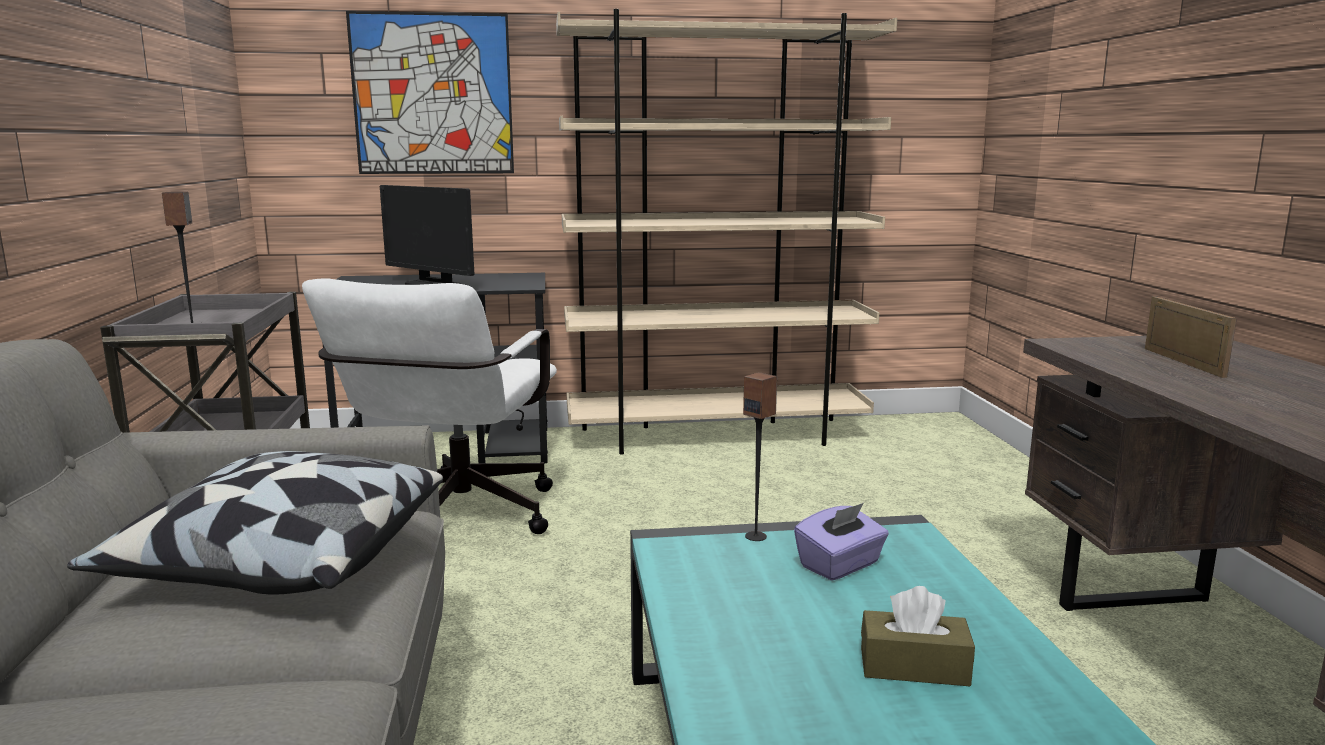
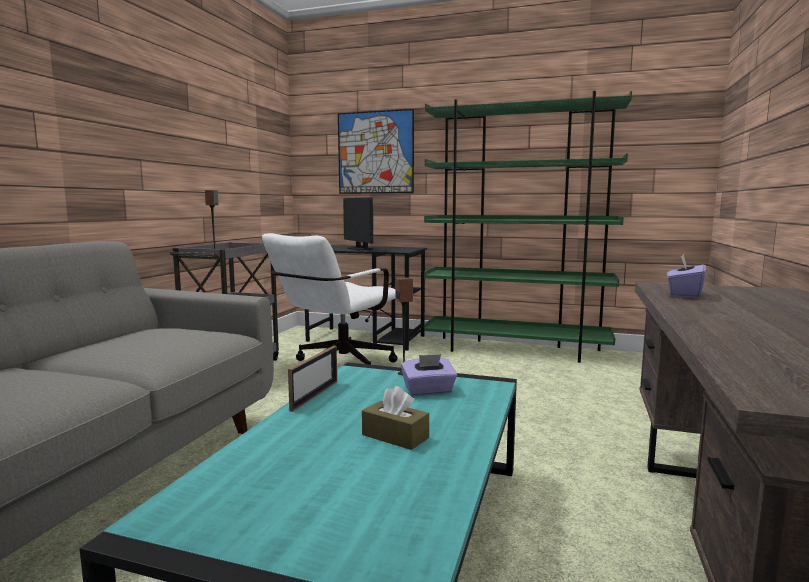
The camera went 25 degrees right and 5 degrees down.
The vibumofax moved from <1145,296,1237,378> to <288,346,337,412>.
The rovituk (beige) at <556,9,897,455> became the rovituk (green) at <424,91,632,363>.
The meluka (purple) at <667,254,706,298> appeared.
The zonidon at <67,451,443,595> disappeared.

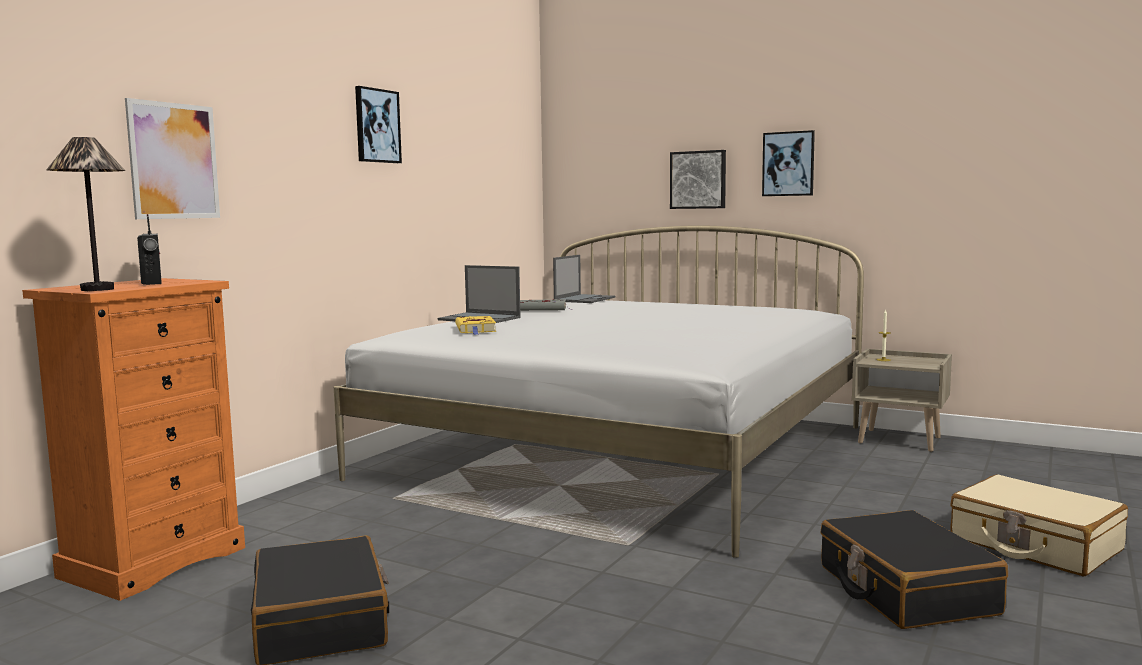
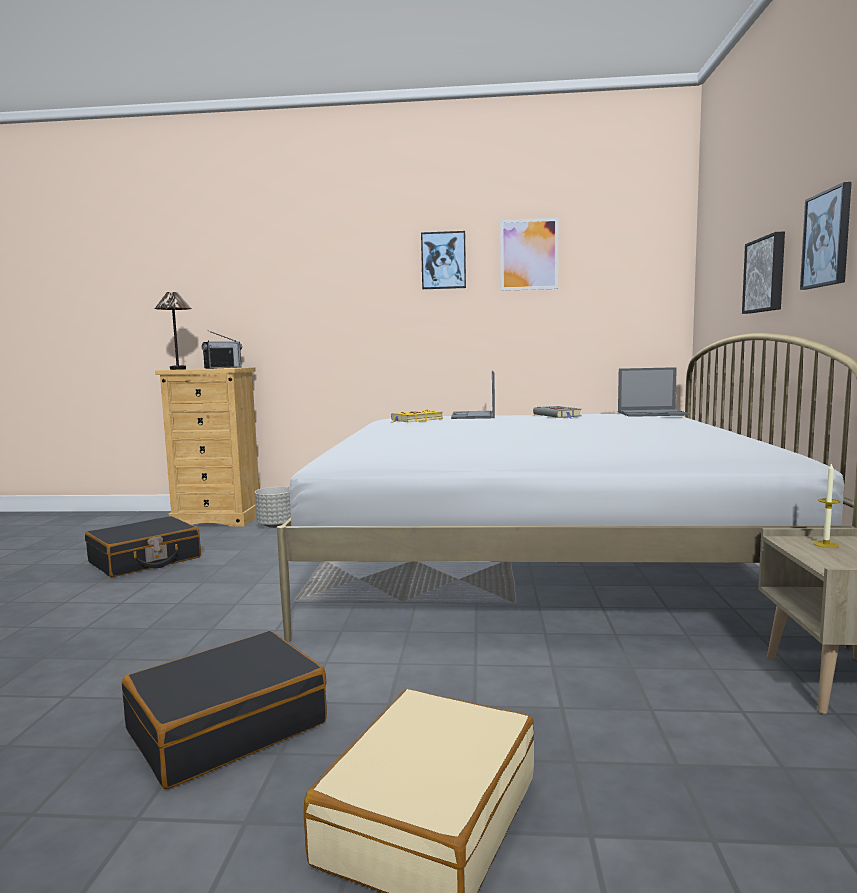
The camera went 65 degrees right and 0 degrees up.
The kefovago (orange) at <22,278,245,601> became the kefovago (beige) at <155,367,259,527>.
The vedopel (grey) at <255,487,291,528> appeared.
The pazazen moved from <125,98,220,219> to <500,218,559,291>.

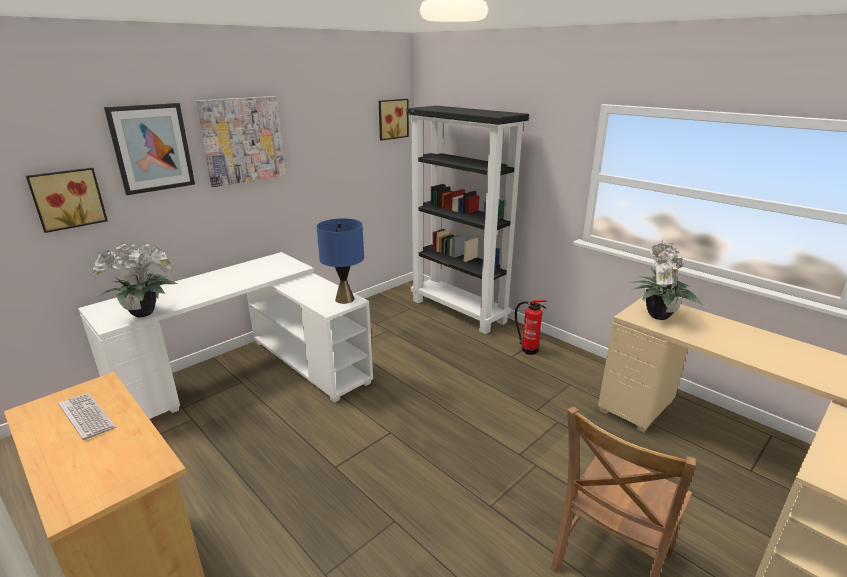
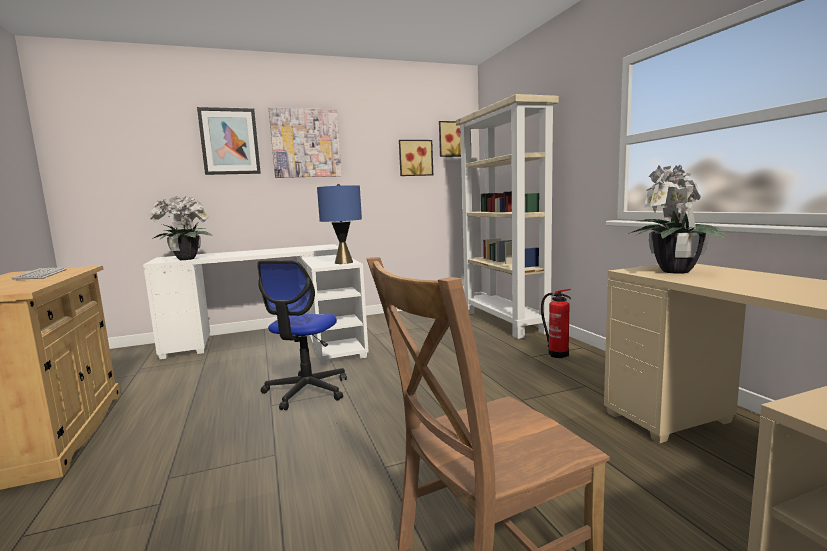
The camera went 25 degrees right and 15 degrees down.
The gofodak at <257,261,347,410> appeared.
The pazazen moved from <26,168,108,233> to <399,140,433,176>.
The rovituk (black) at <407,106,529,334> became the rovituk (beige) at <456,94,559,339>.

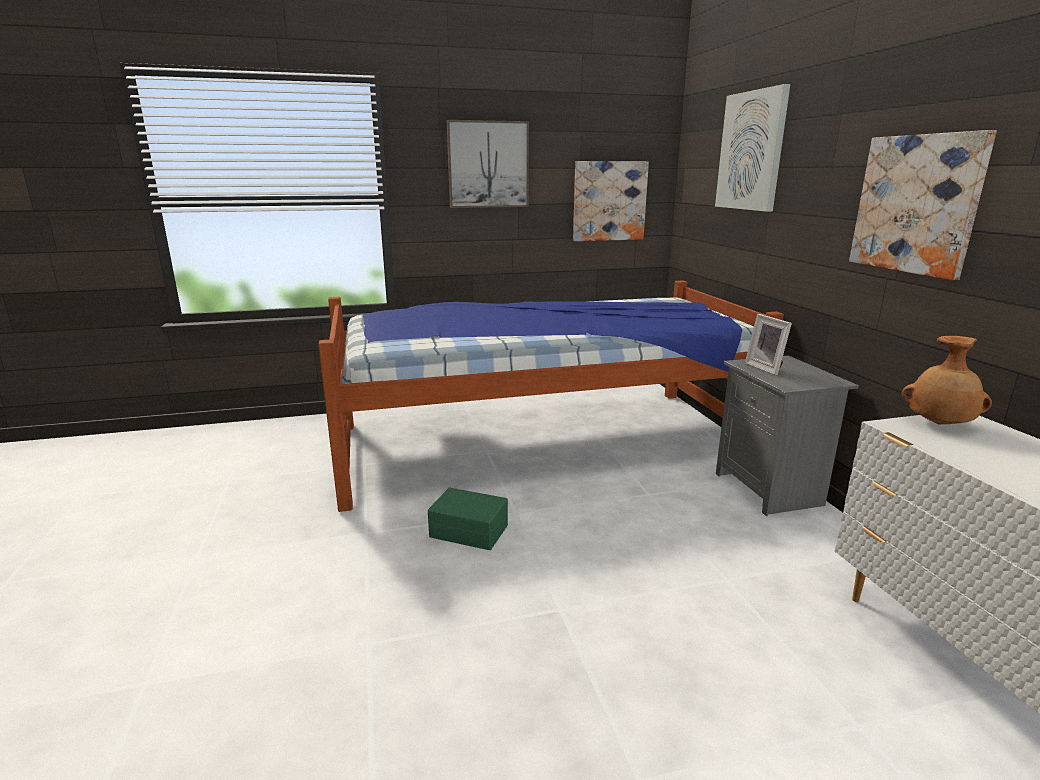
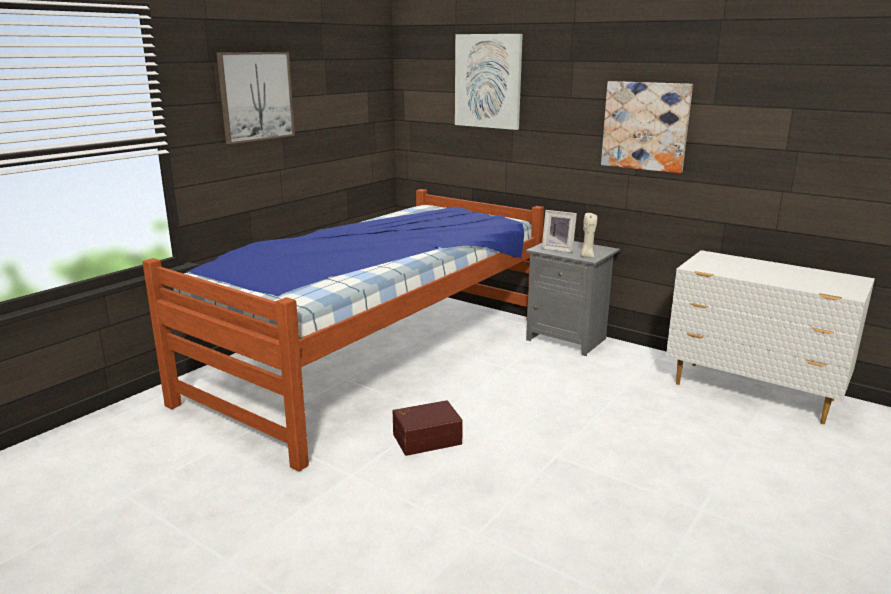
The camera went 40 degrees left and 0 degrees up.
The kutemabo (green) at <428,488,508,550> became the kutemabo (brown) at <393,400,463,456>.
The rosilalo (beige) at <580,213,597,258> appeared.
The pazazen at <573,161,649,241> disappeared.
The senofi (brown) at <902,336,992,424> disappeared.

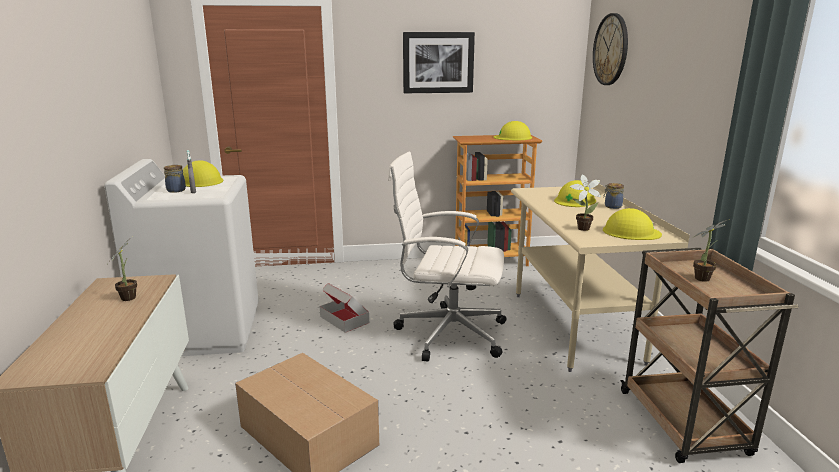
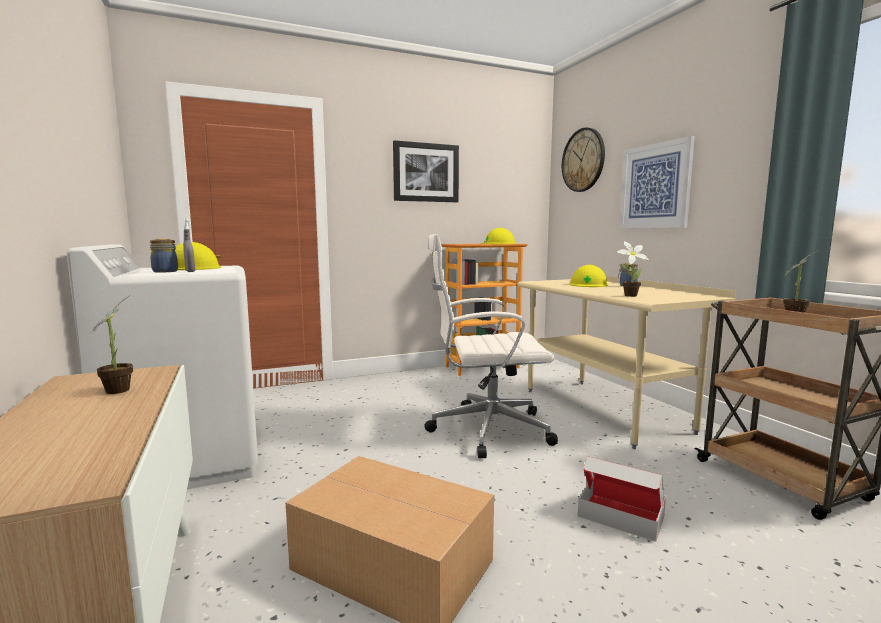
The camera went 15 degrees left and 10 degrees down.
The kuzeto moved from <320,283,369,333> to <578,456,666,542>.
The pazazen at <620,136,695,229> appeared.
The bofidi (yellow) at <603,208,662,240> disappeared.

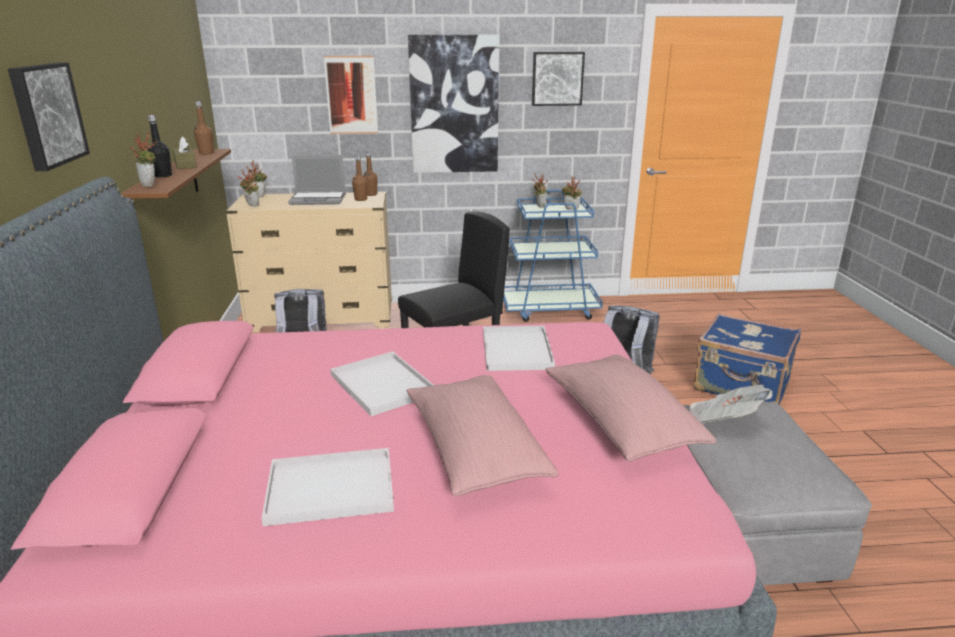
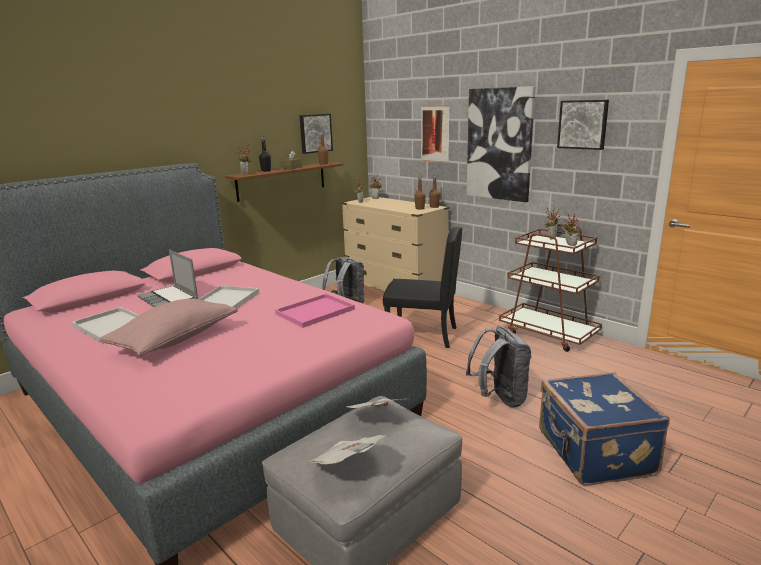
The camera went 50 degrees right and 5 degrees down.
The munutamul moved from <288,155,346,205> to <138,250,199,307>.
The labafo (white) at <483,326,555,371> became the labafo (pink) at <275,294,355,328>.
The pazazen moved from <8,62,90,171> to <299,114,333,154>.
The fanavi at <311,435,386,464> appeared.
The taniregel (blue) at <503,189,603,322> became the taniregel (brown) at <499,224,602,352>.
The zonidon (pink) at <546,355,716,461> disappeared.

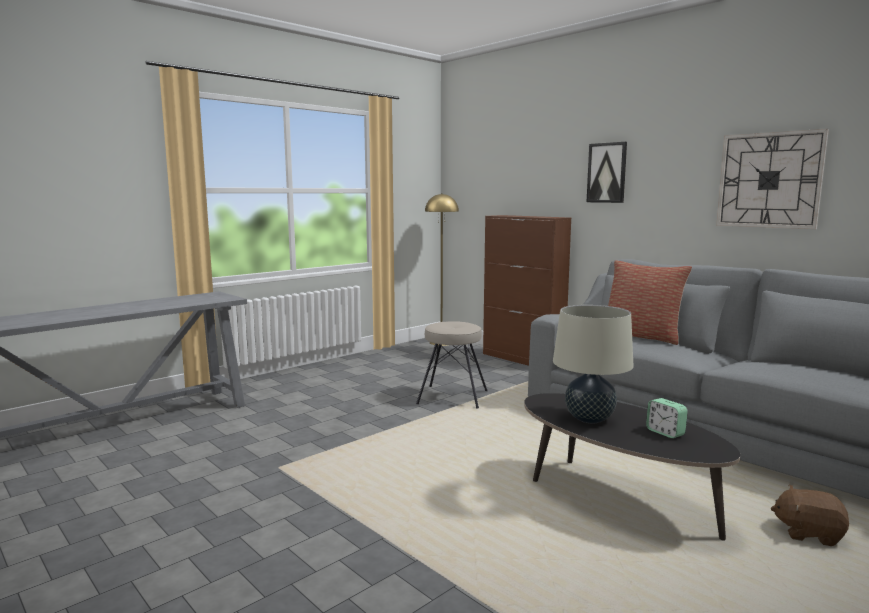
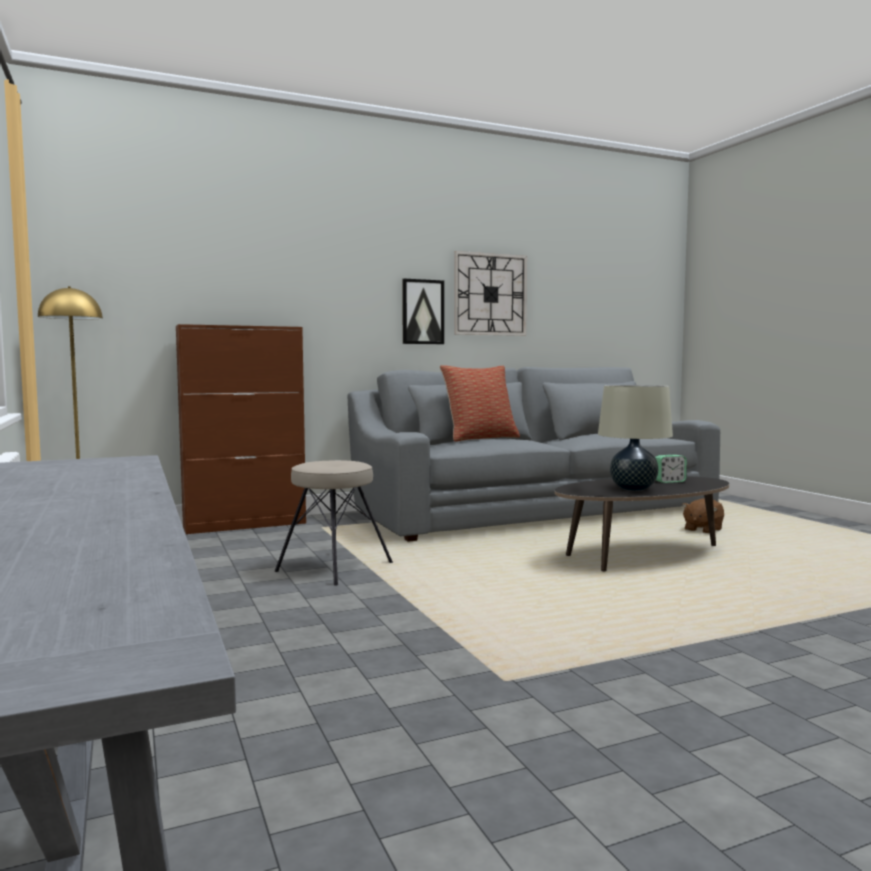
The camera went 70 degrees left and 5 degrees down.
The pazazen moved from <587,142,627,203> to <402,279,444,344>.

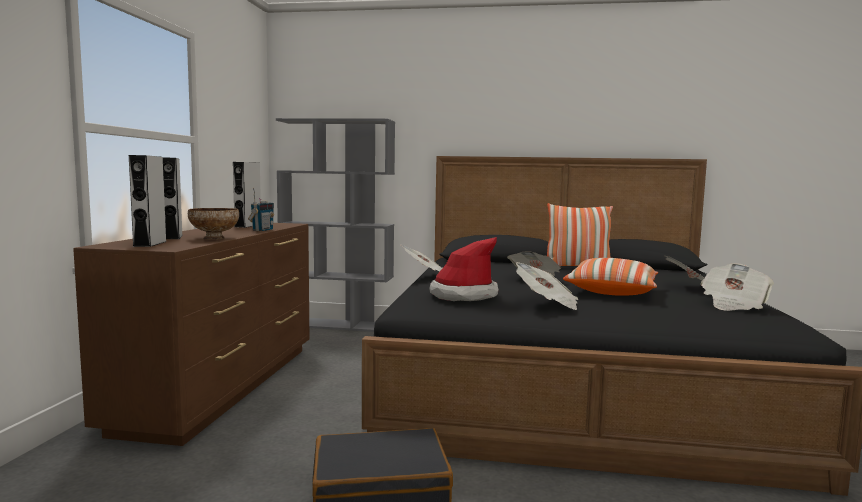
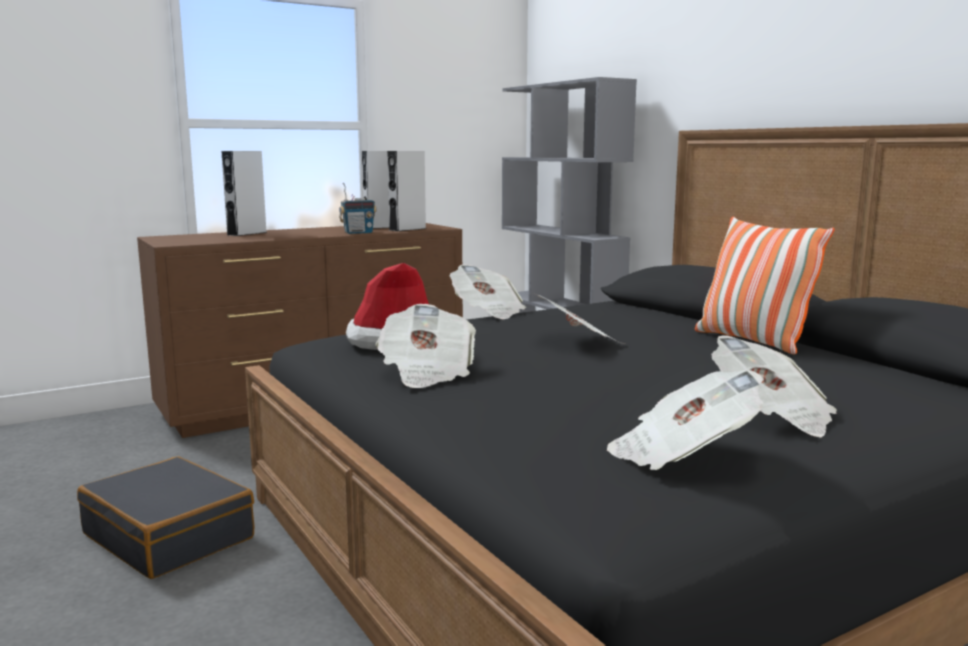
The camera went 50 degrees right and 5 degrees up.
The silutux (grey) moved from <129,155,166,247> to <387,151,426,231>.
The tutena at <188,208,239,240> disappeared.
The zonidon at <563,258,658,296> disappeared.

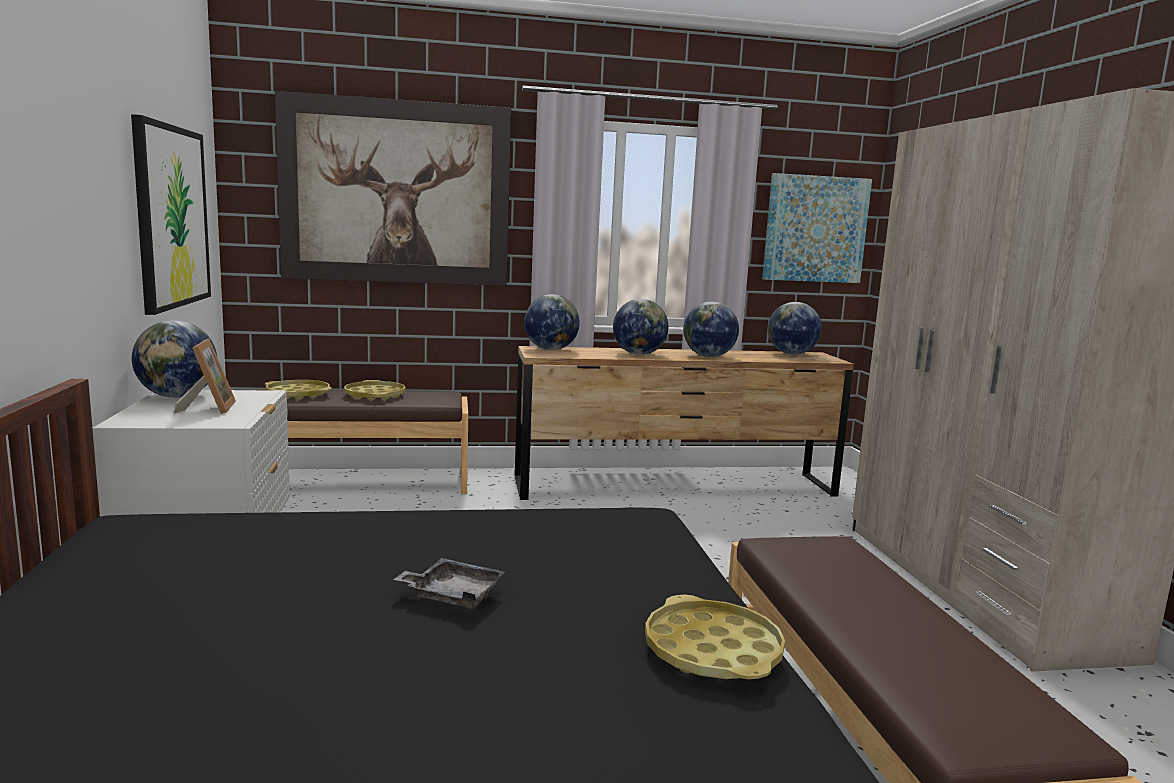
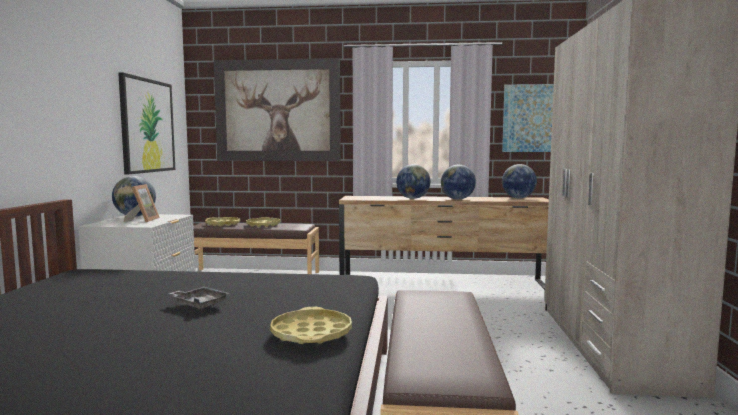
The camera went 15 degrees right and 5 degrees down.
The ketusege at <524,294,580,350> disappeared.

